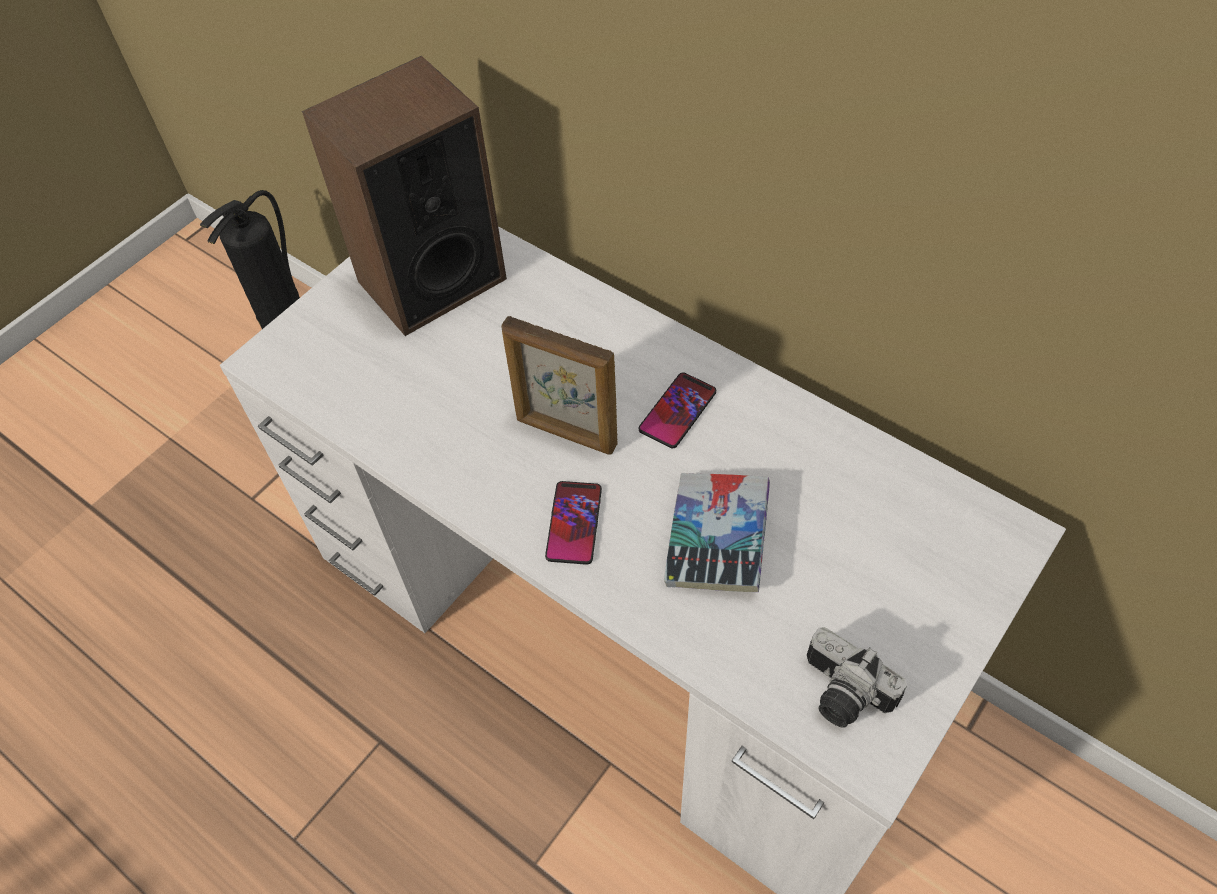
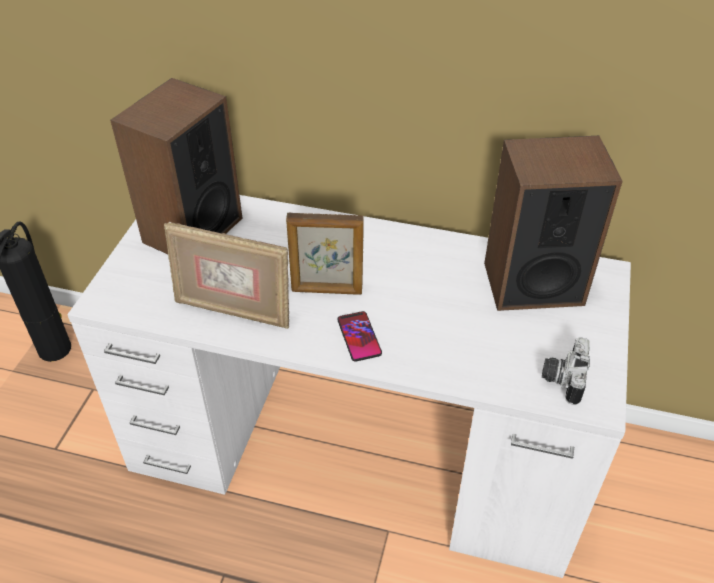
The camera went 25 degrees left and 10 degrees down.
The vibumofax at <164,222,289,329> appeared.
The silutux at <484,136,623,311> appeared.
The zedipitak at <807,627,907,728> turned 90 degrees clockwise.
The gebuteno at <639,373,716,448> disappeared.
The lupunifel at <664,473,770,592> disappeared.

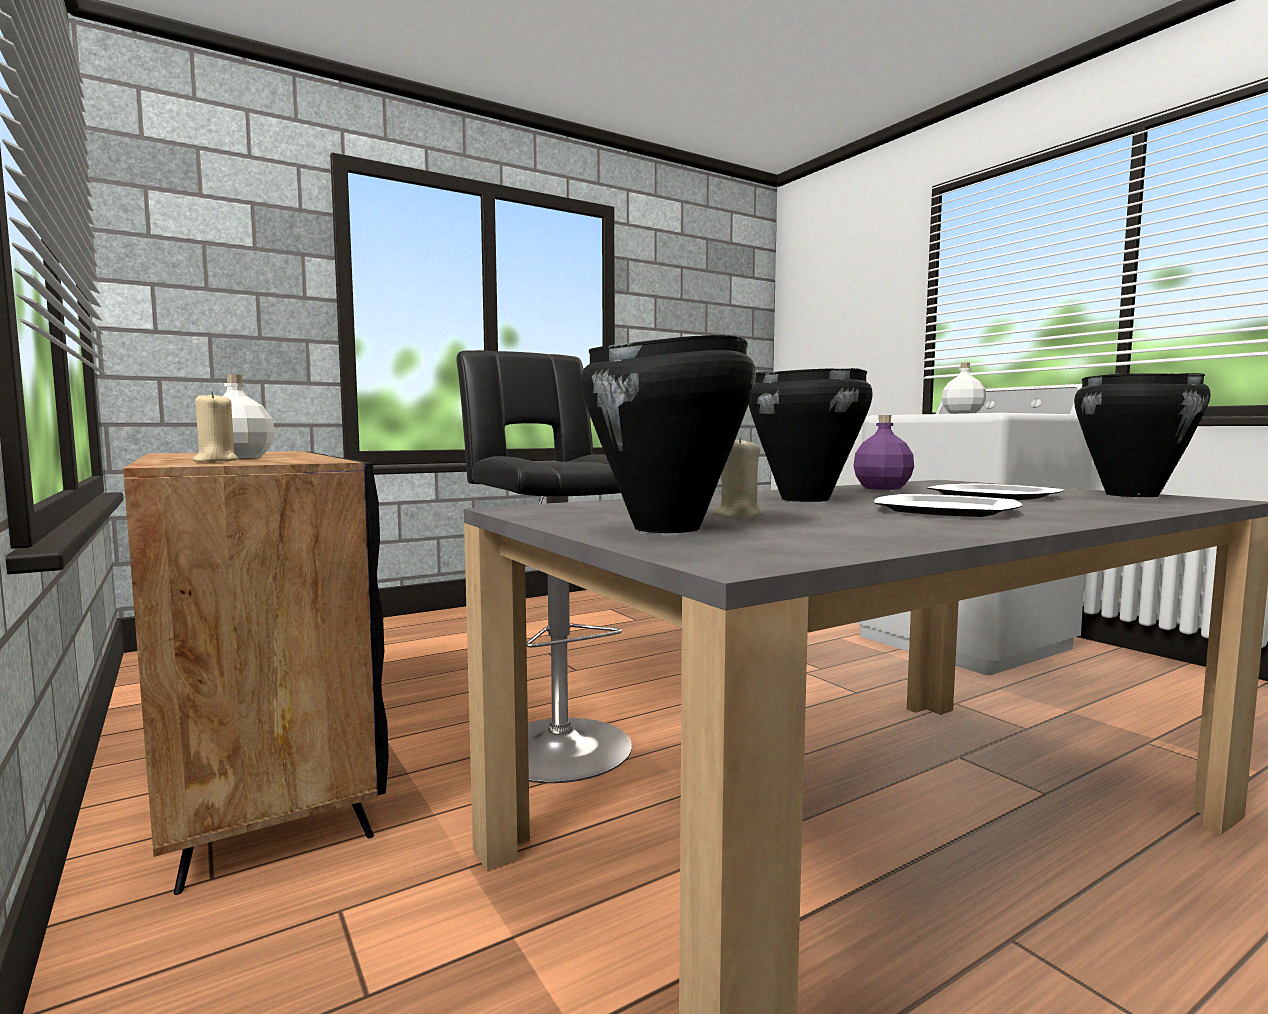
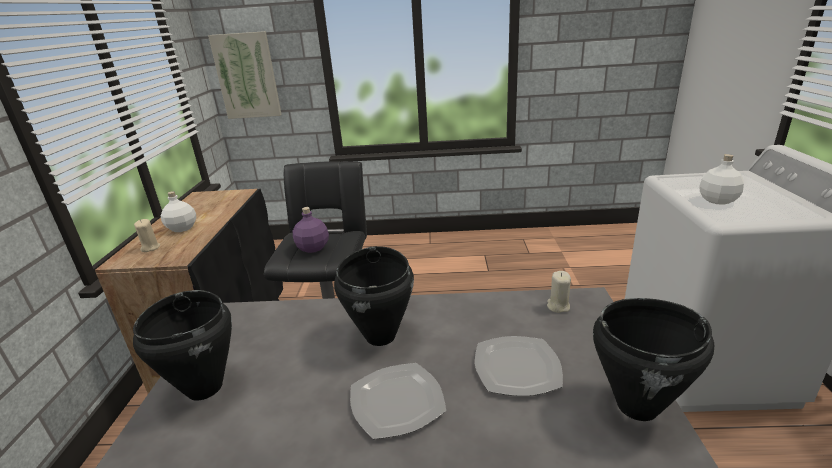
The camera went 35 degrees right and 20 degrees up.
The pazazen at <208,31,282,119> appeared.
The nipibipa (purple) moved from <853,415,914,490> to <292,207,329,253>.
The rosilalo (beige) moved from <713,436,763,518> to <547,271,571,313>.

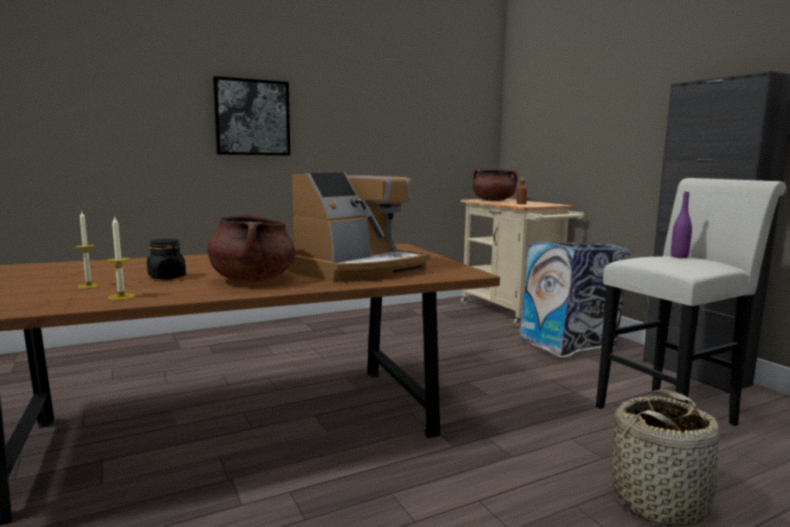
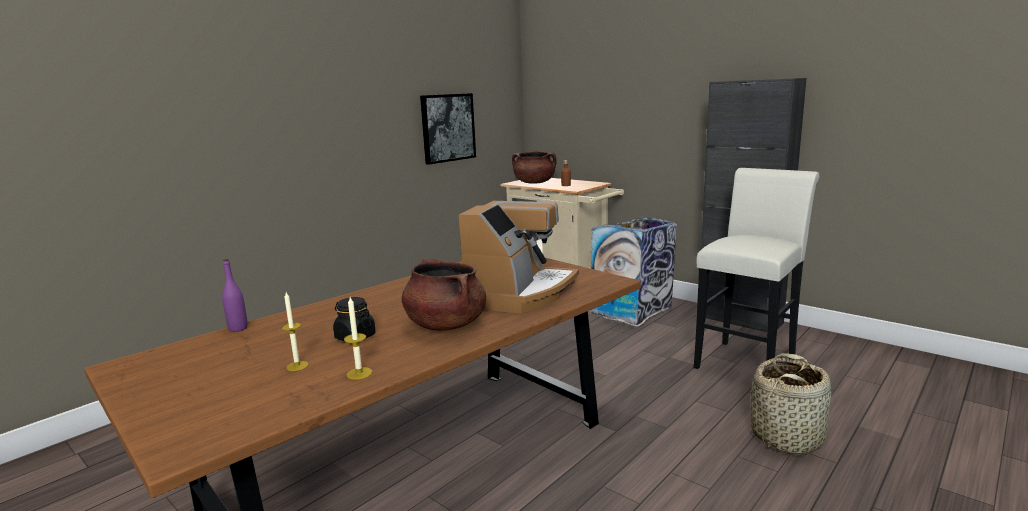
The camera went 20 degrees left and 5 degrees up.
The nipibipa (purple) moved from <671,192,692,258> to <222,259,248,332>.
The pazazen moved from <213,76,290,155> to <420,93,476,165>.

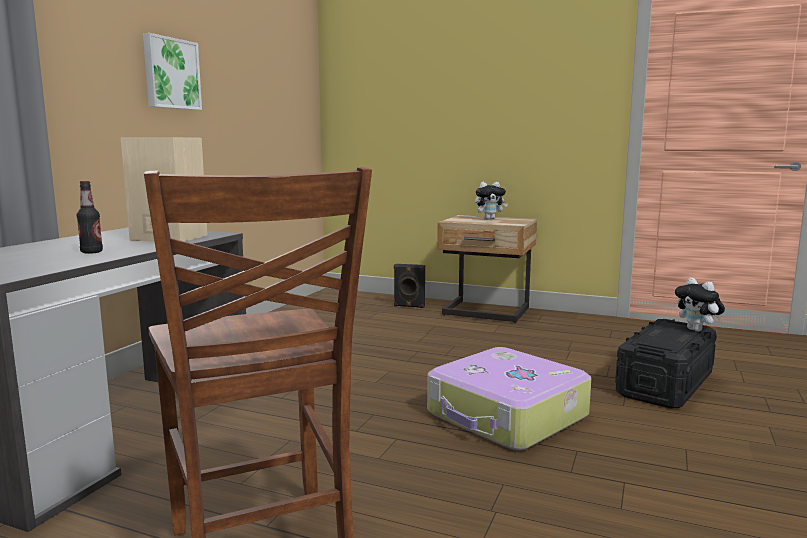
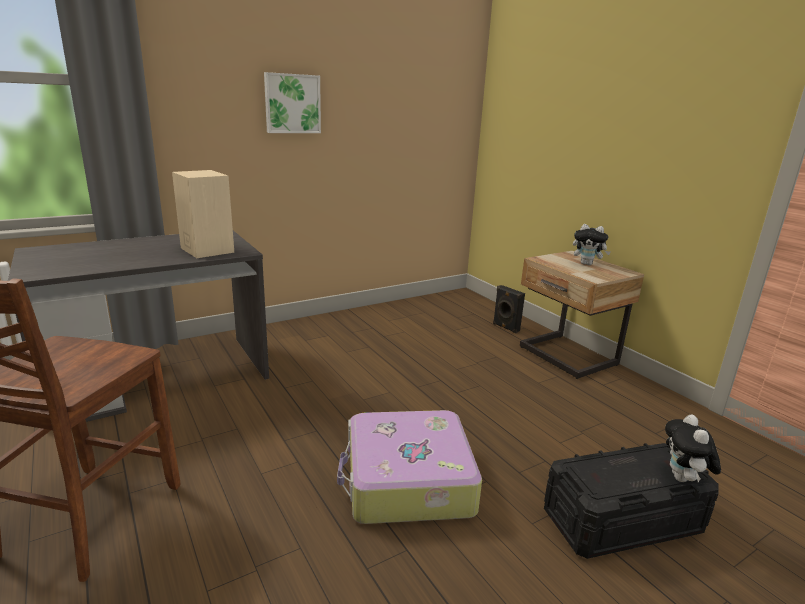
The camera went 35 degrees right and 10 degrees up.
The nipibipa at <77,181,103,254> disappeared.

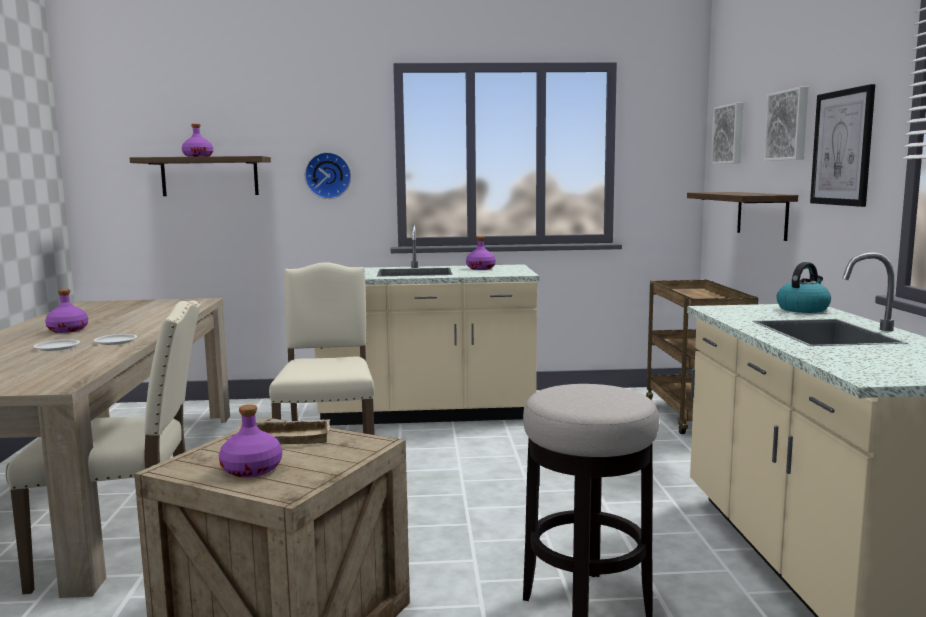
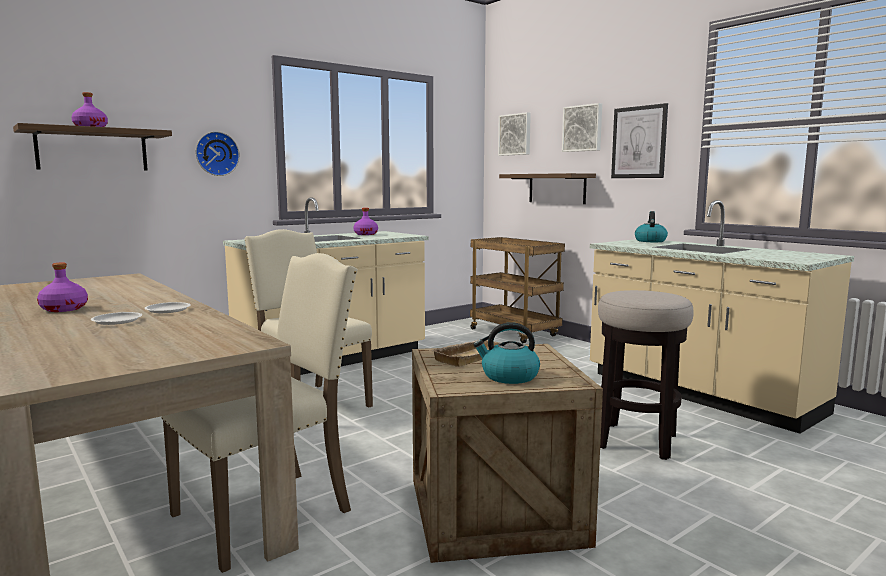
The camera went 35 degrees left and 0 degrees up.
The nipibipa (purple) at <219,404,282,477> was replaced by the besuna at <473,322,540,384>.

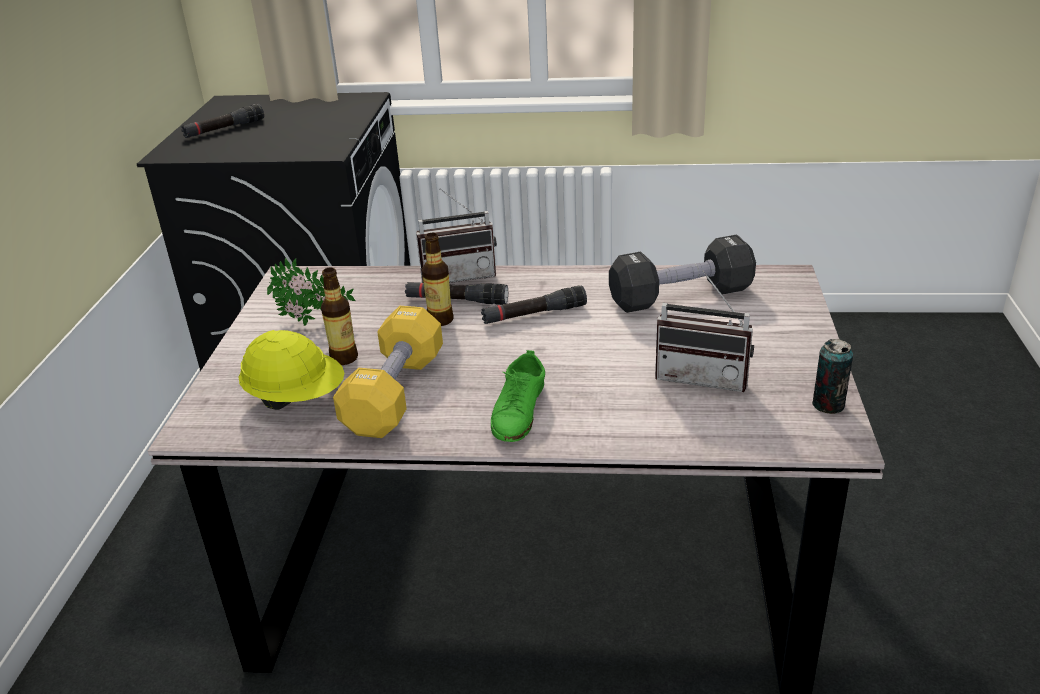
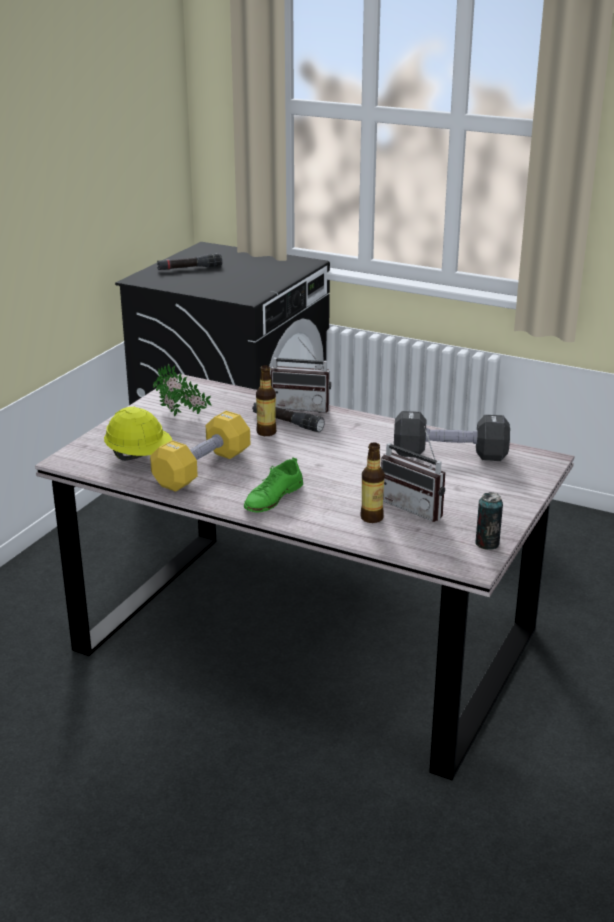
The camera went 20 degrees right and 5 degrees down.
The nipibipa moved from <321,267,358,365> to <360,442,385,523>.
The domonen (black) at <481,285,587,324> disappeared.

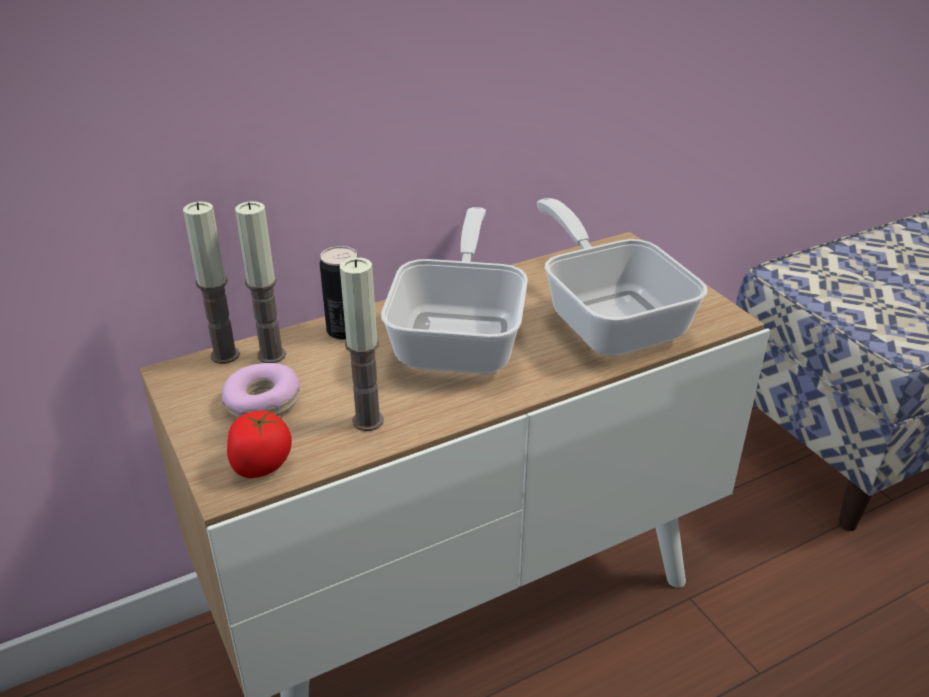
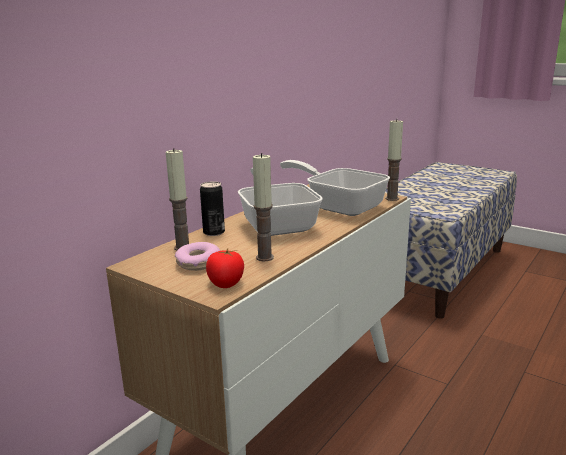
The camera went 25 degrees left and 15 degrees down.
The rosilalo moved from <183,201,240,364> to <385,119,403,201>.

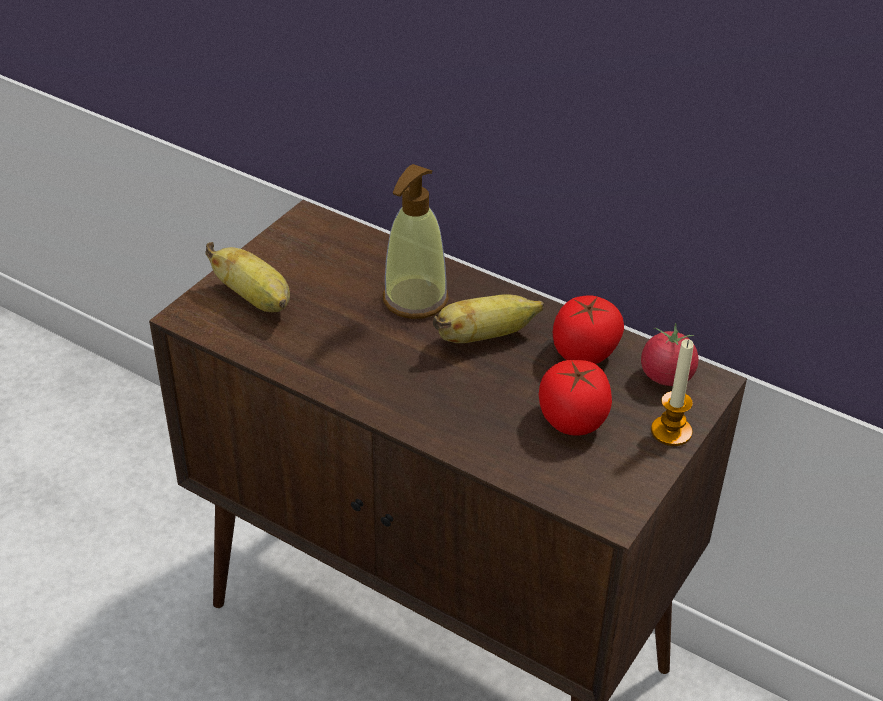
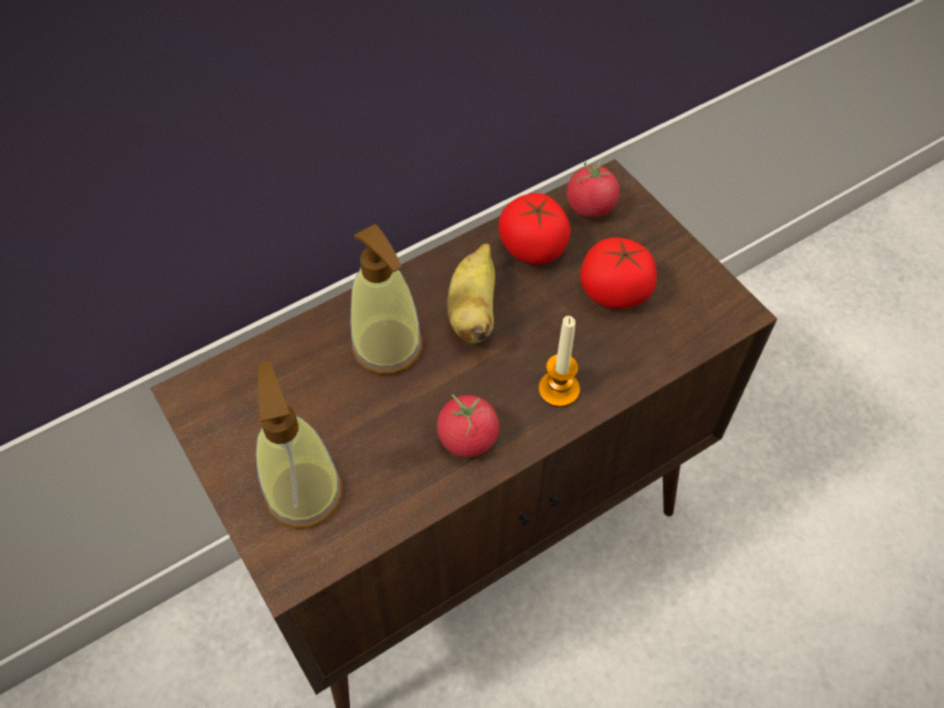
The camera went 65 degrees left and 15 degrees up.
The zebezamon at <205,242,290,312> was replaced by the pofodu at <256,361,343,529>.
The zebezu at <437,394,499,458> appeared.
The rosilalo moved from <651,339,694,446> to <538,316,580,407>.

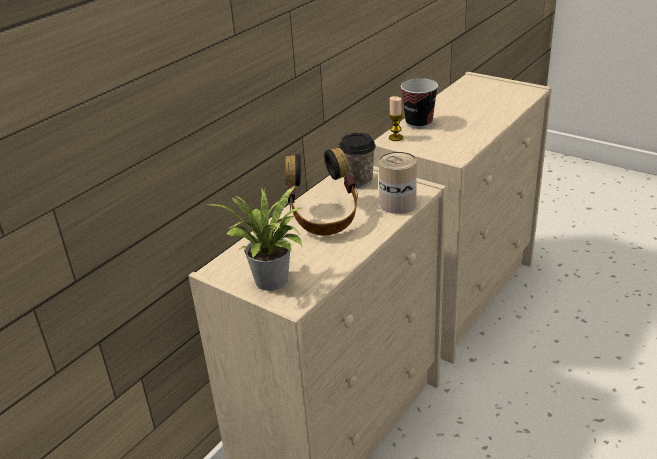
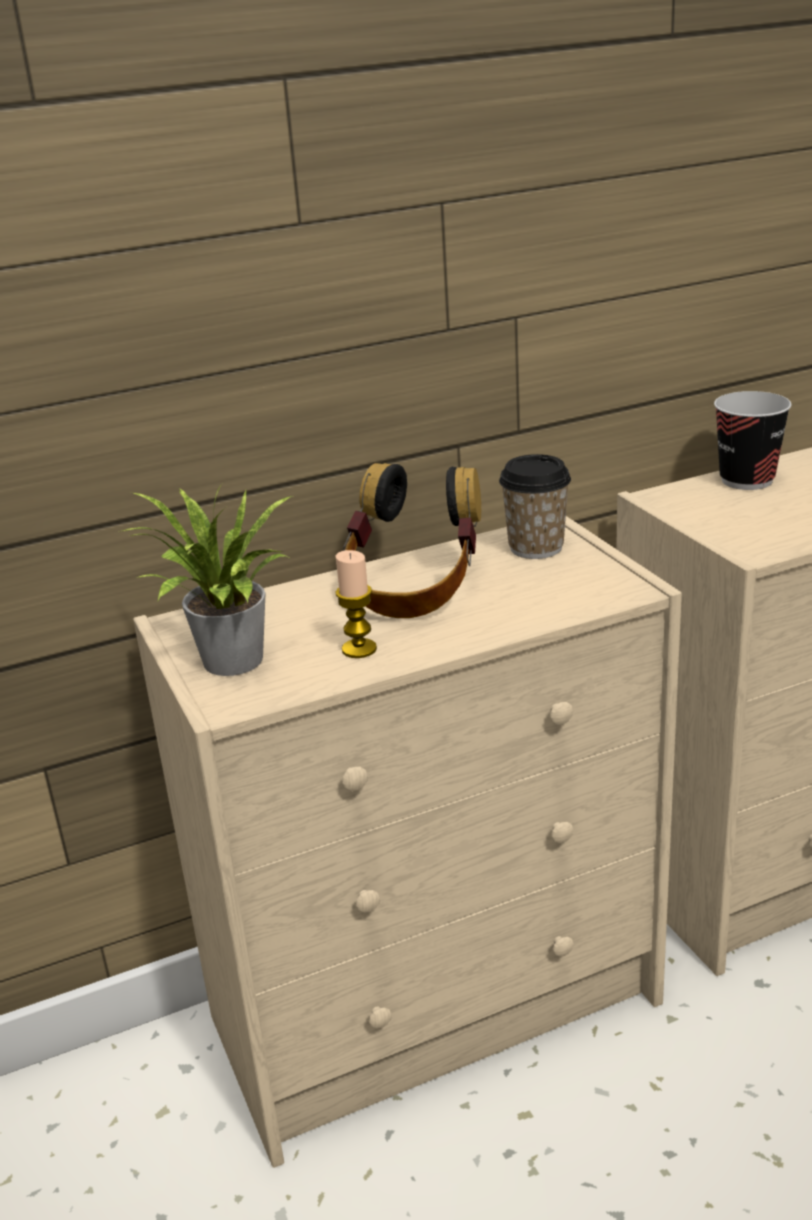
The camera went 30 degrees right and 5 degrees down.
The rosilalo moved from <388,96,403,141> to <335,550,377,658>.
The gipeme at <379,152,417,214> disappeared.

